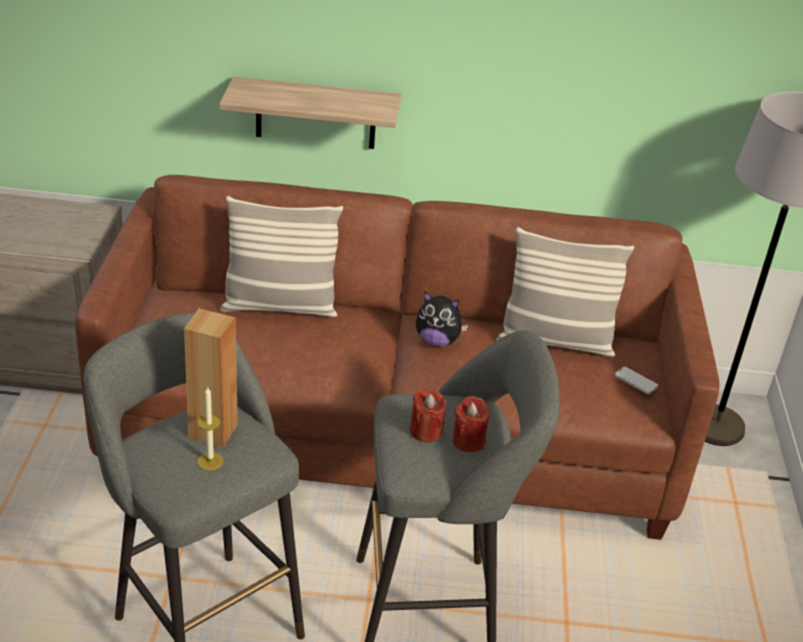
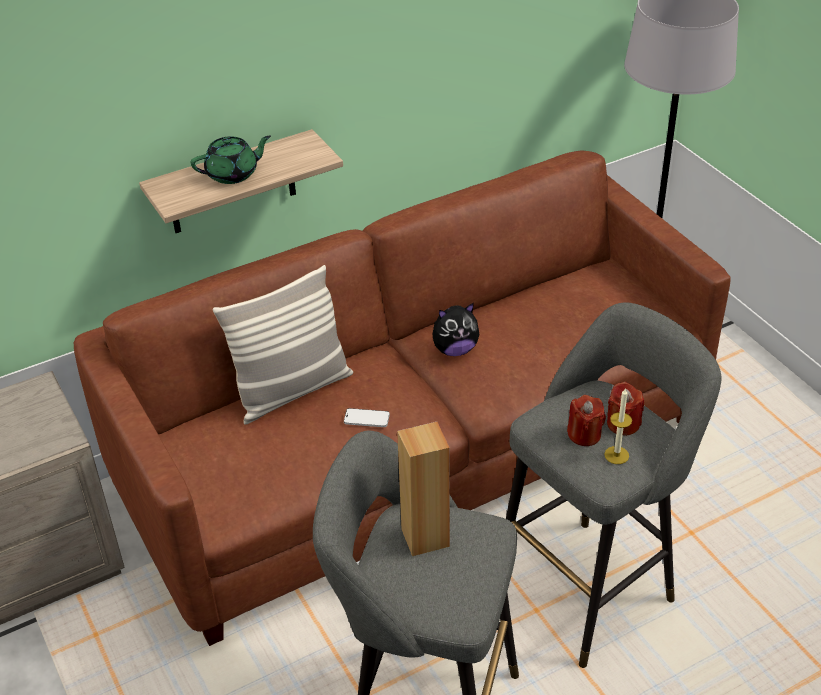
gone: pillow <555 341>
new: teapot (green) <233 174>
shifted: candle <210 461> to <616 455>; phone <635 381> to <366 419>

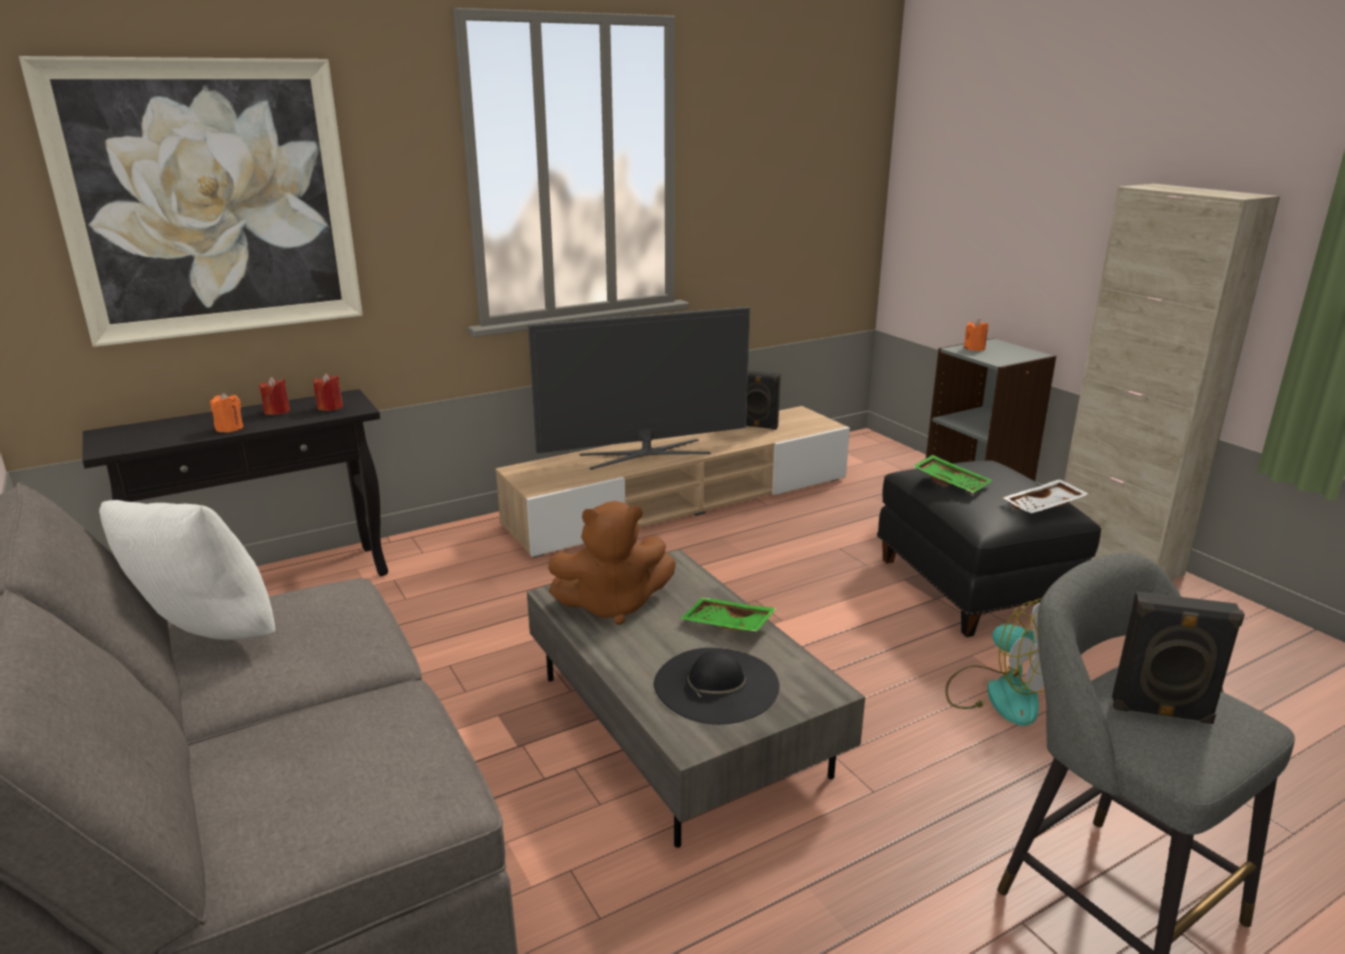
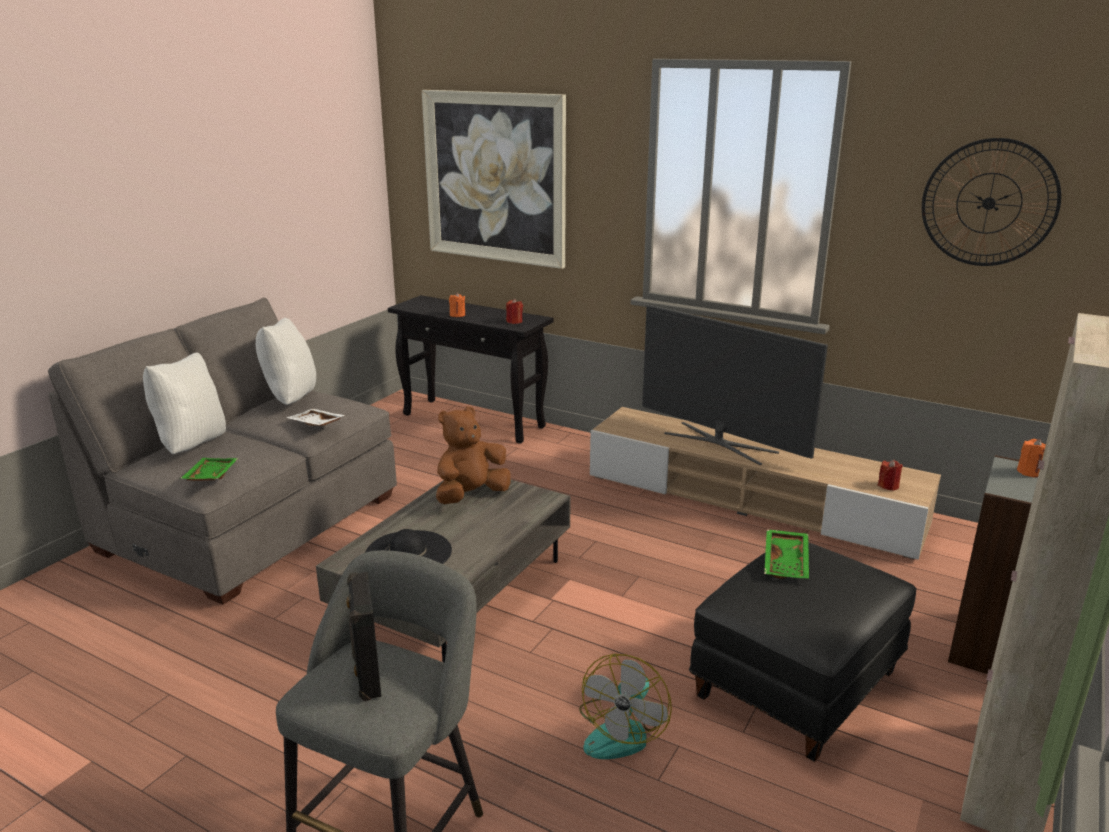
gone: speaker (black) <757 426>
new: pillow (white) <191 444>; wall clock <988 203>
shifted: candle (red) <277 411> to <888 486>; tray (green) <727 625> to <210 476>; tray (white) <1045 506> to <315 424>
rotated: plush toy (brown) <612 605> = <471 495> 90 degrees clockwise

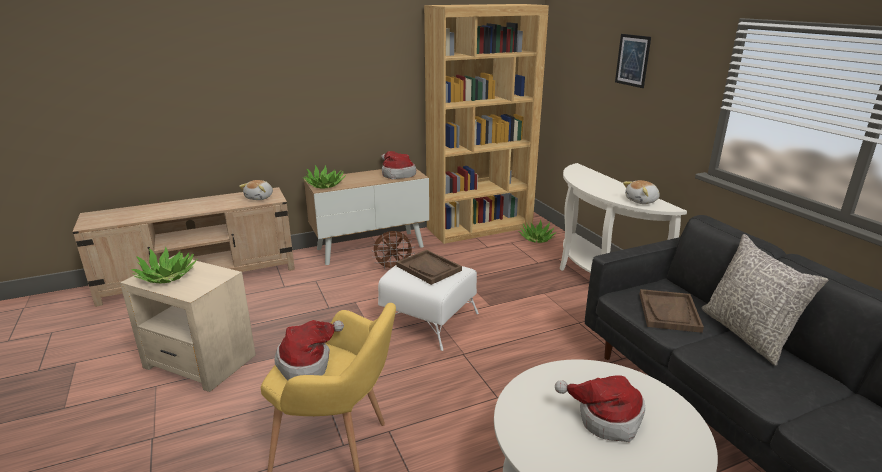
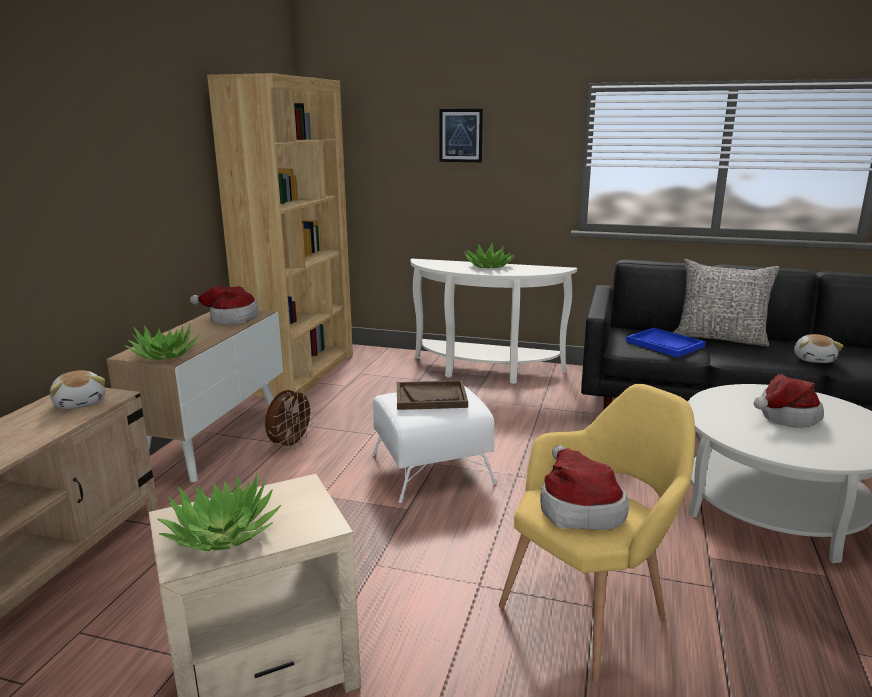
shifted: potted plant <537 239> to <489 266>; plush toy <642 201> to <814 359>
repainted: tray (brown) <669 312> to tray (blue) <665 344>

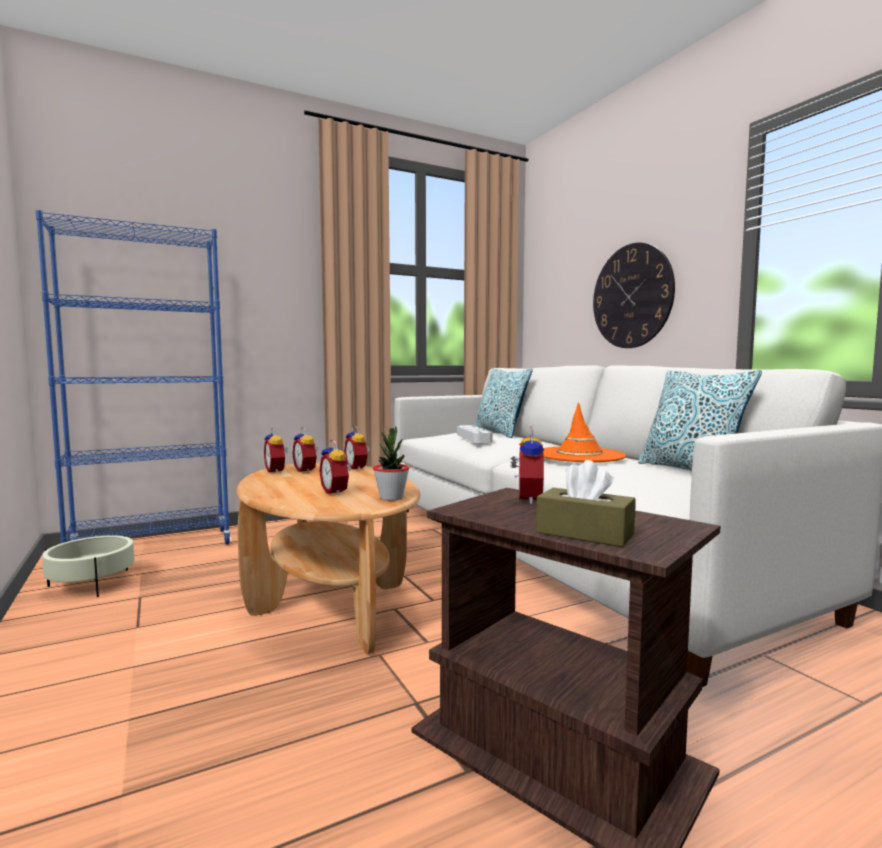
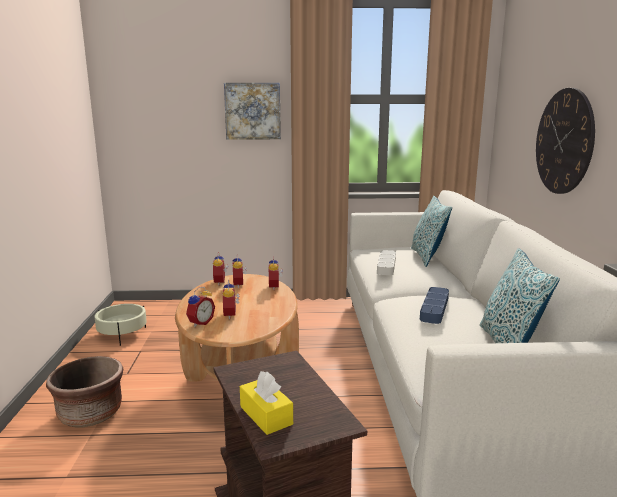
gone: bookcase (blue) <152 547>; potted plant <391 497>
new: planter (brown) <90 414>; picture <253 111>
shifted: alarm clock <526 499> to <200 323>
swapped: hat (orange) <579 455> to tray (blue) <434 308>
repainted: tissue box (brown) <584 533> to tissue box (yellow) <266 415>

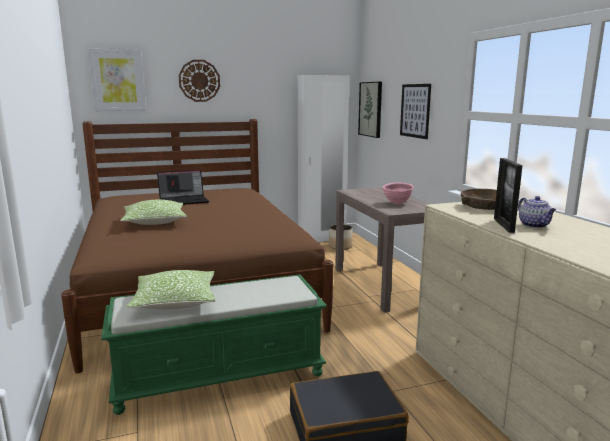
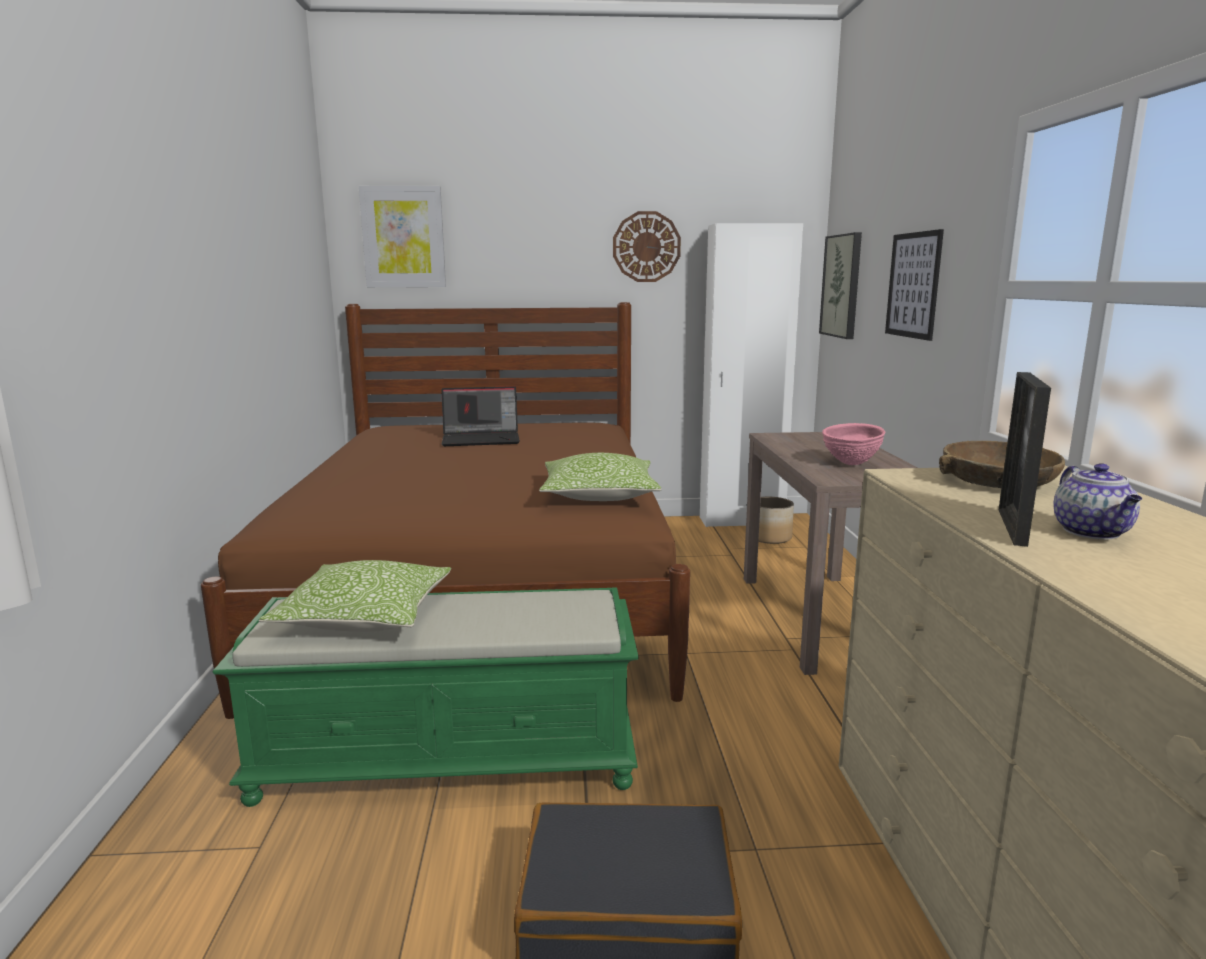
shifted: pillow <155 222> to <599 495>; wall clock <199 81> to <646 247>

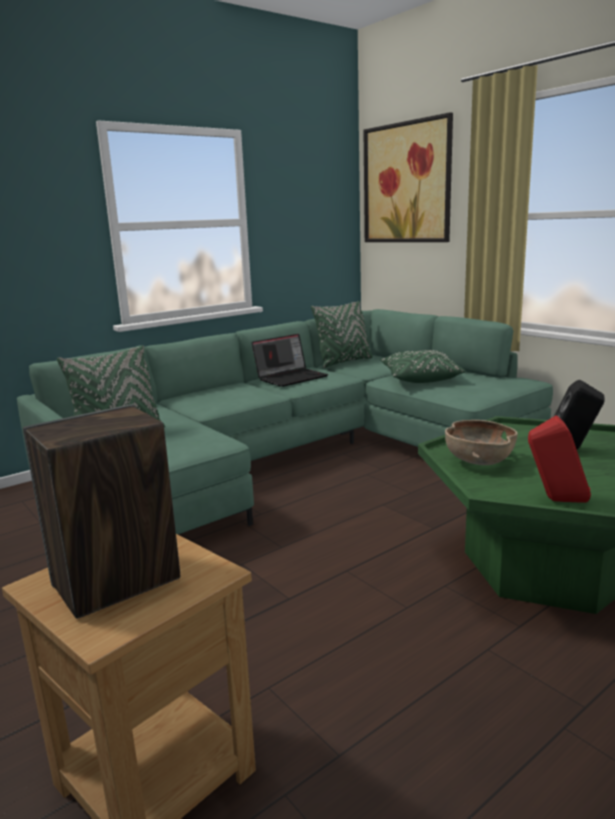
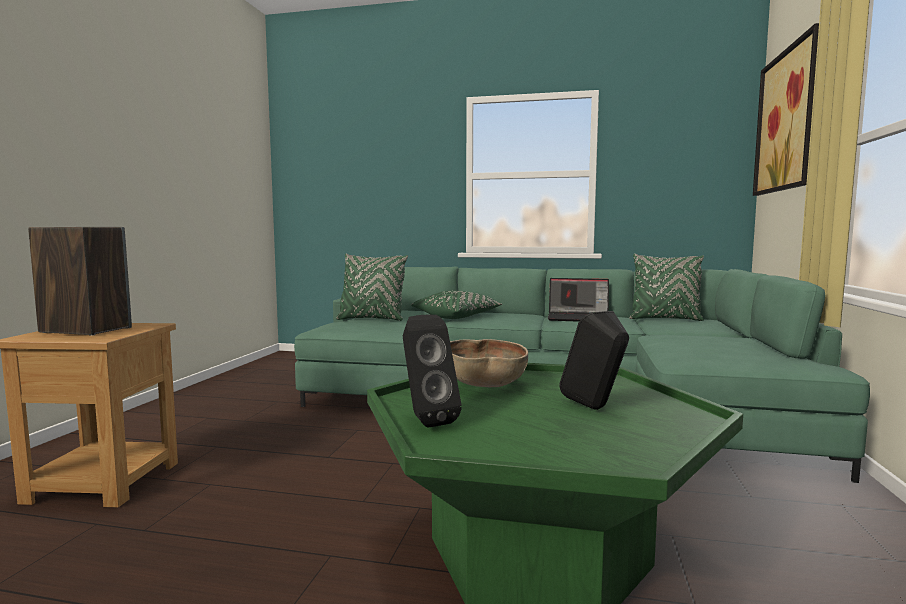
shifted: pillow (green) <419 378> to <457 317>
repainted: speaker (red) <555 500> to speaker (black) <425 421>

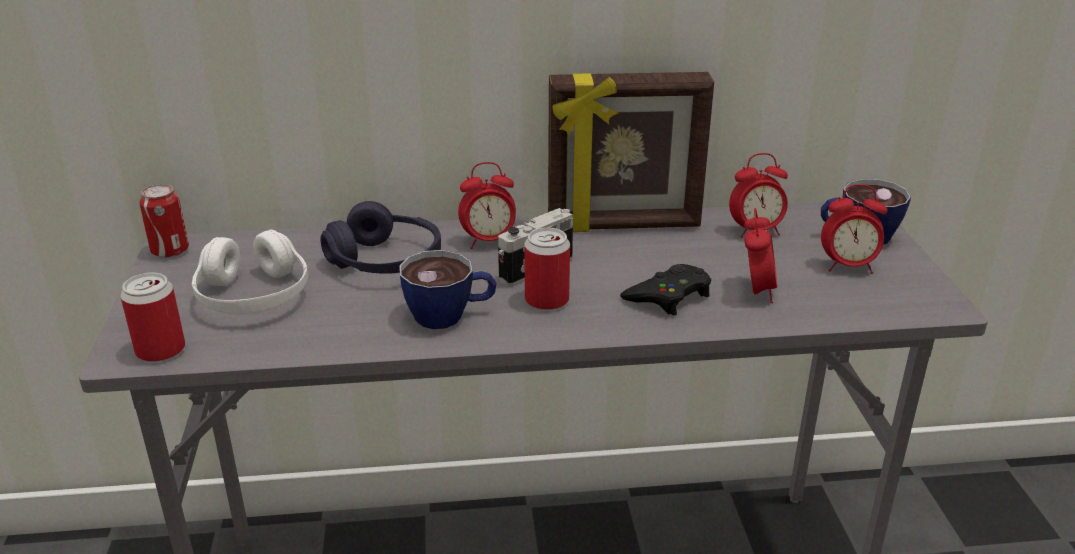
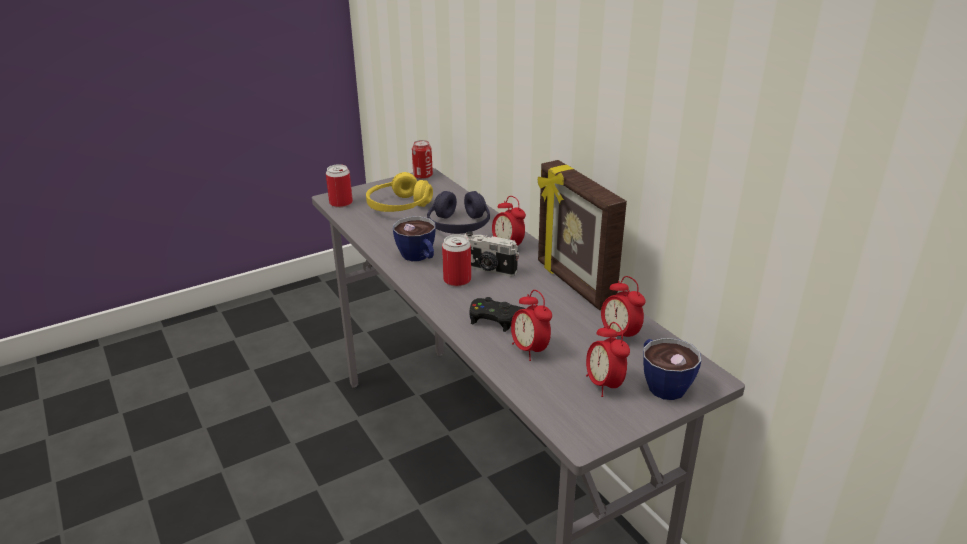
repainted: headphones (white) <254 296> to headphones (yellow) <399 206>
rotated: alarm clock <756 292> = <530 350> 75 degrees clockwise

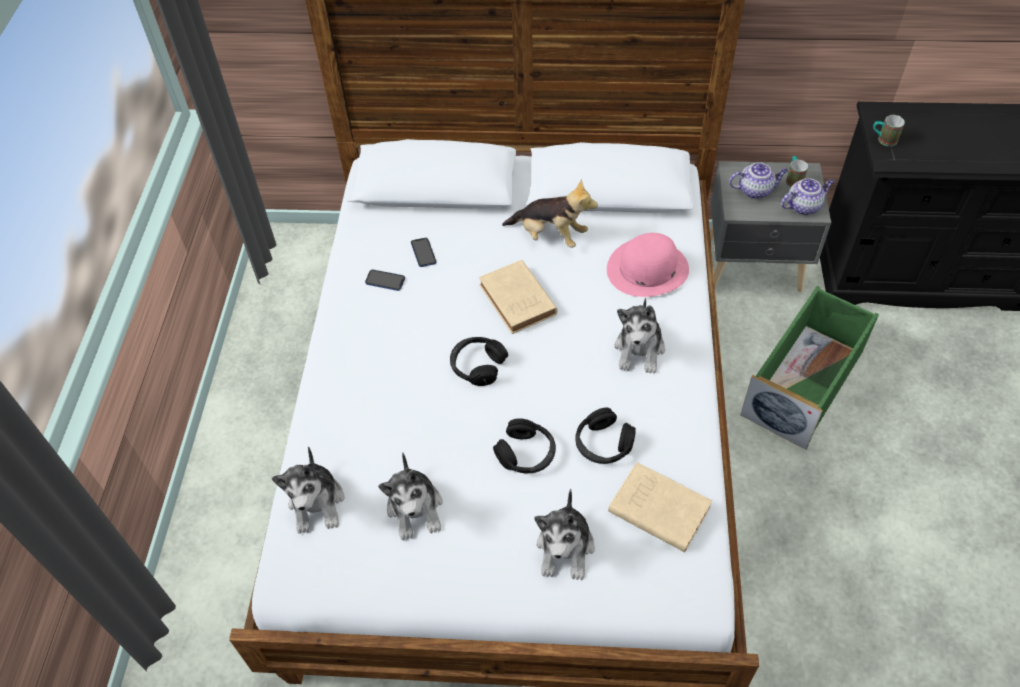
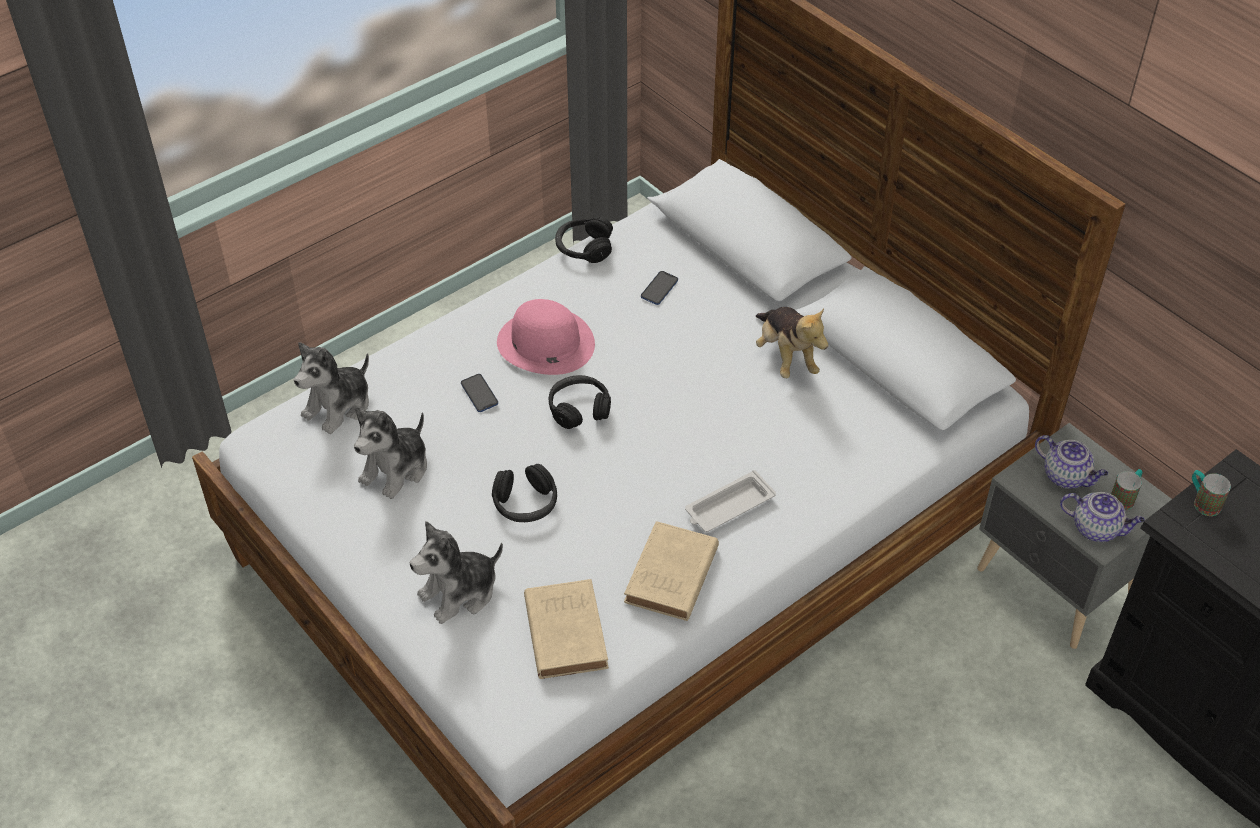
gone: storage box (green) <803 383>
shifted: phone <385 281> to <479 394>; book (beige) <518 301> to <670 577>; headphones (black) <603 444> to <584 247>; hat (pink) <647 269> to <545 343>
swapped: plush toy <639 349> to tray (white) <728 507>

